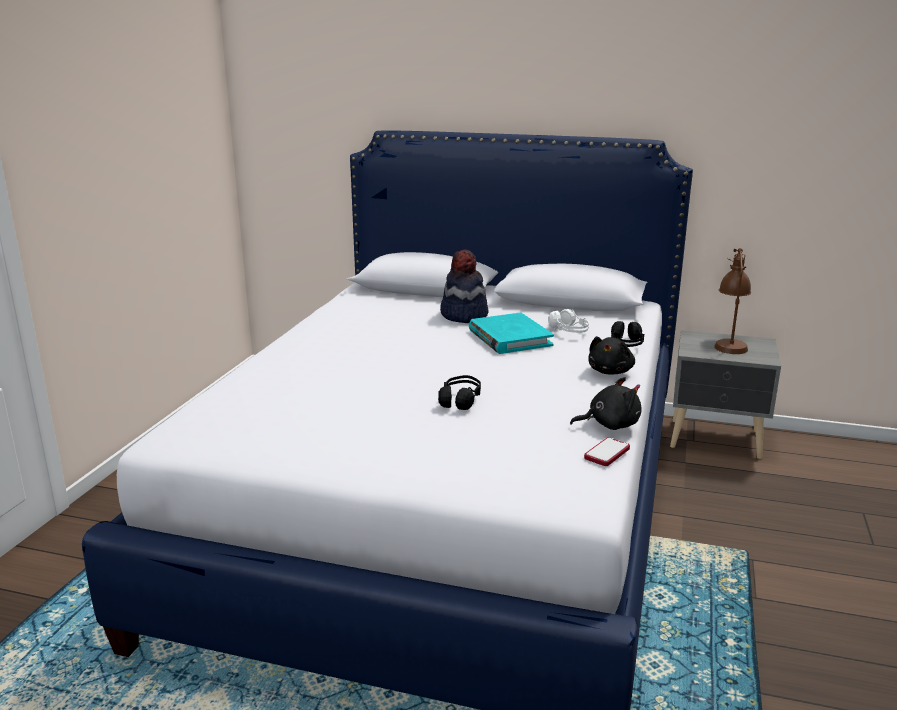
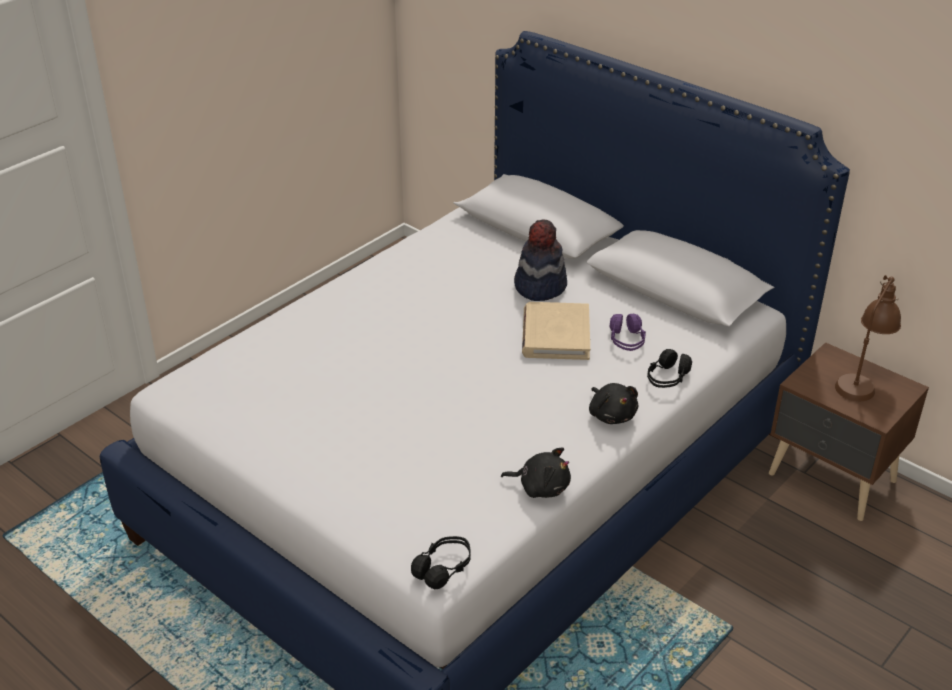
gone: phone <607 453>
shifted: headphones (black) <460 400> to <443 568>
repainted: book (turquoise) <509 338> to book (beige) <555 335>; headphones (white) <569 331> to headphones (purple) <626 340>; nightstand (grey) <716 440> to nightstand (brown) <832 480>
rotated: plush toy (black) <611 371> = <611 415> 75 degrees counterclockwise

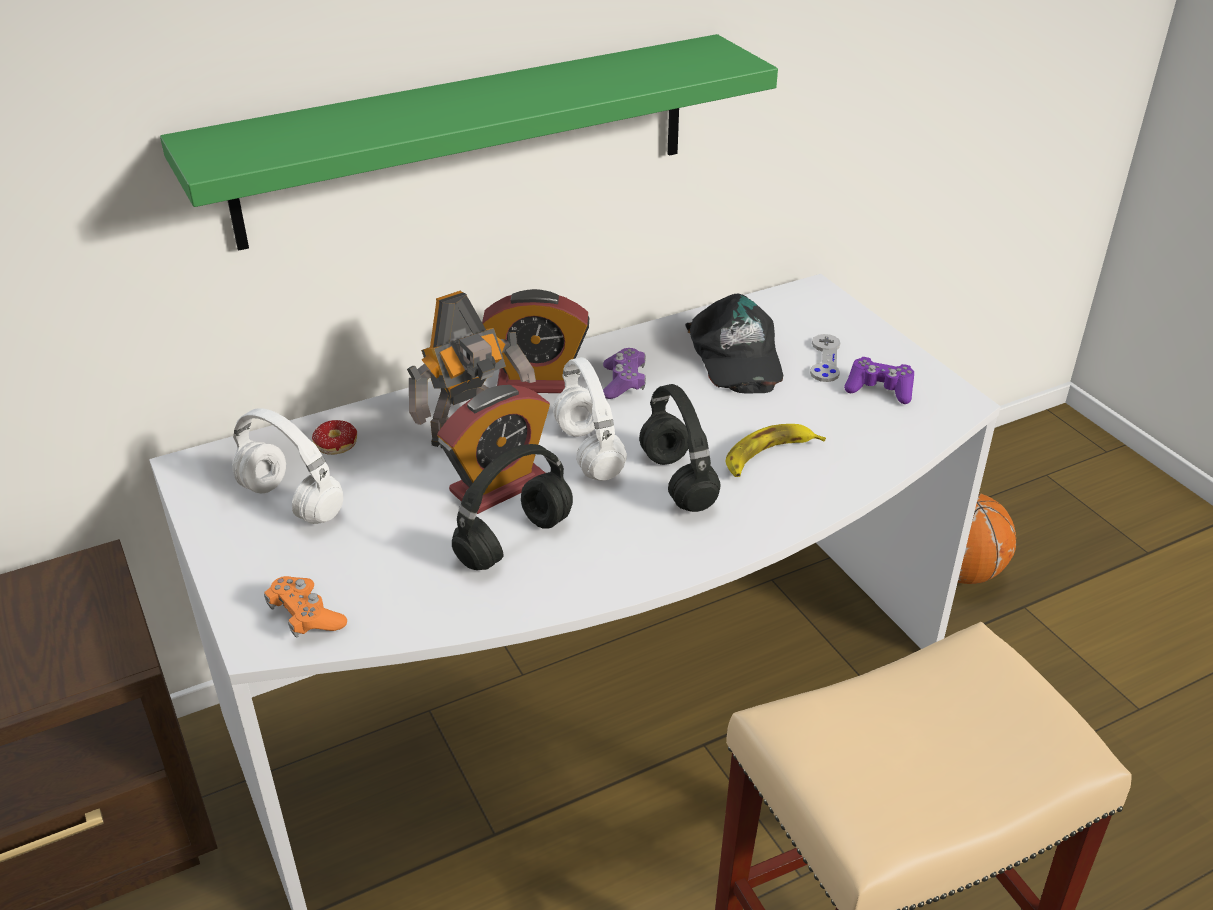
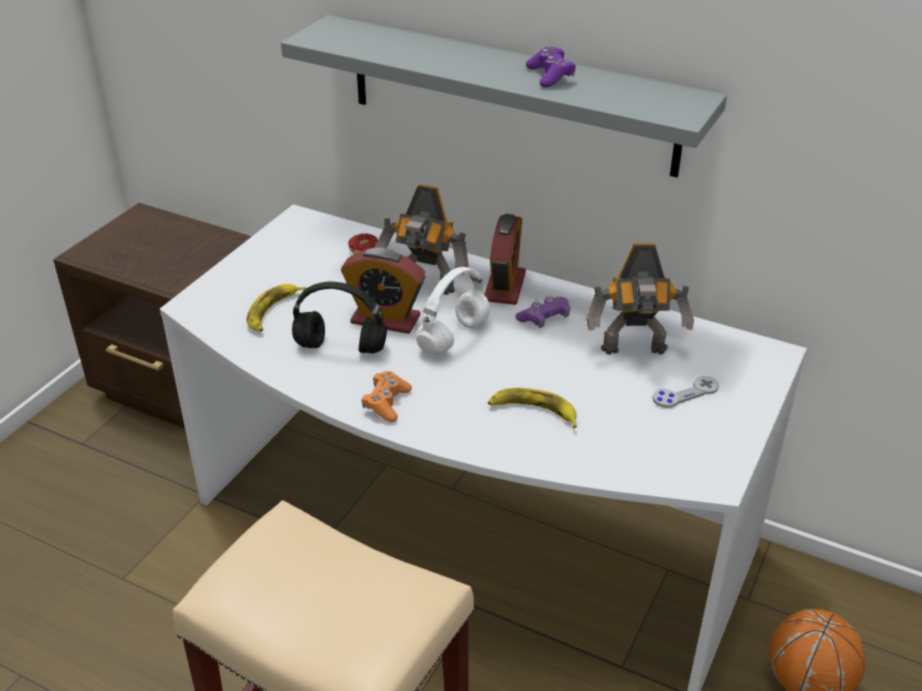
gone: headphones (white) <293 502>; headphones (black) <679 482>
new: banana <273 312>
shifted: game controller (orange) <306 616> to <386 403>; game controller (purple) <879 389> to <550 76>
swapped: cap (black) <735 356> to toy robot <635 351>
repainted: shelf (green) <467 140> to shelf (grey) <511 95>
rotated: alarm clock <538 381> = <504 286> 135 degrees counterclockwise

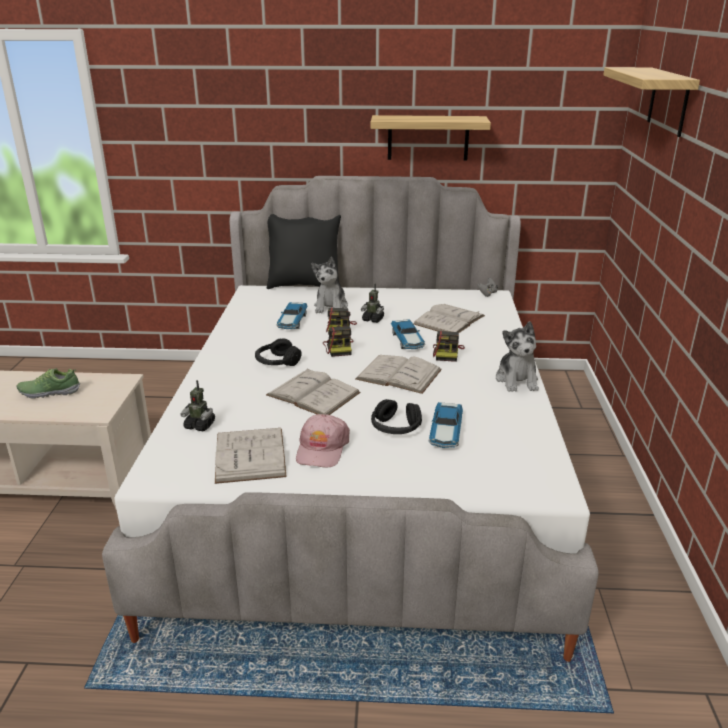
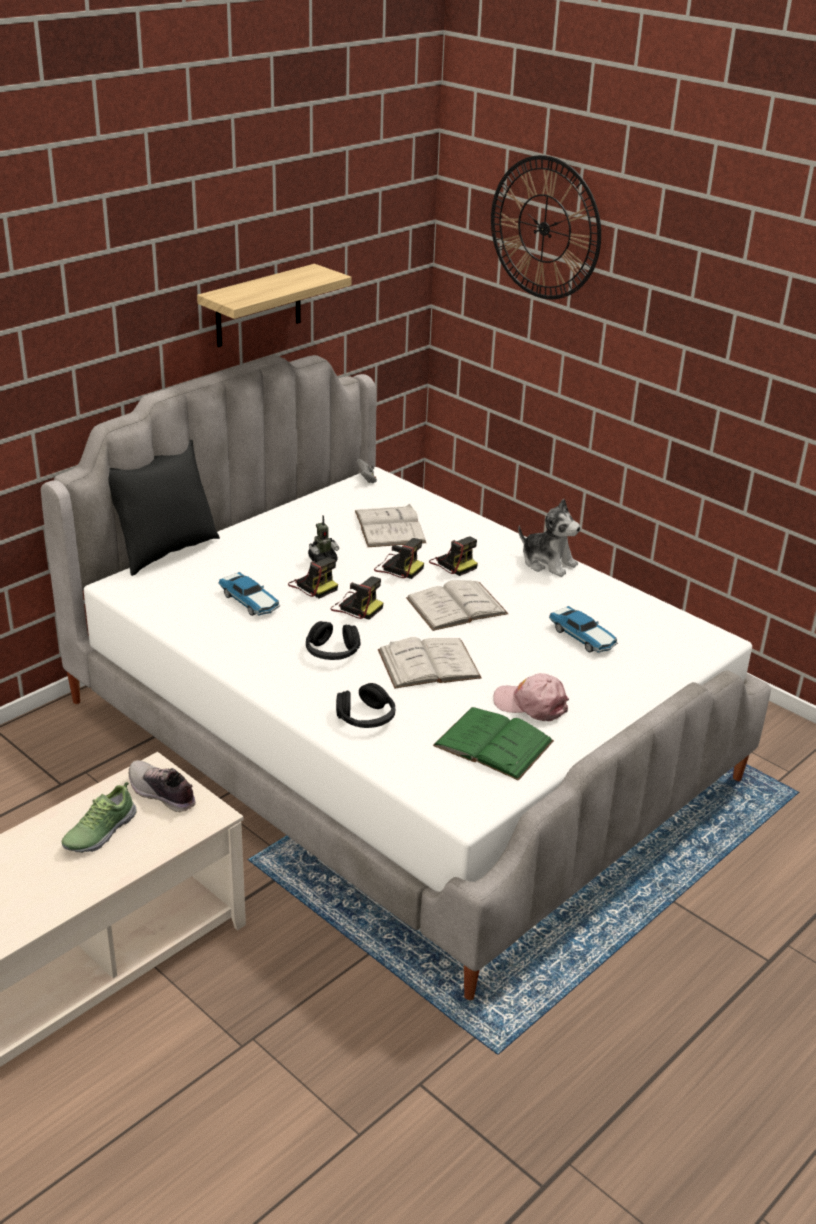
gone: toy robot <200 425>; plush toy <331 306>
new: shoe <161 794>
shifted: headphones (black) <395 427> to <366 718>
swapped: toy car <407 340> to photo camera <398 568>; shelf <668 101> to wall clock <544 228>
repainted: book (white) <250 455> to book (green) <493 743>
rotated: cap (pink) <322 448> = <531 704> 150 degrees clockwise

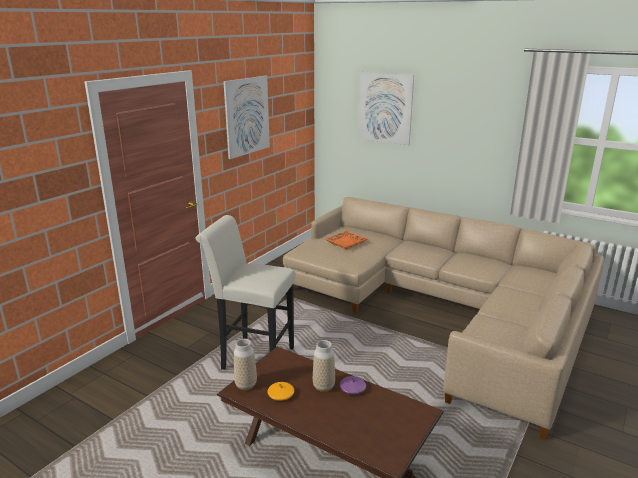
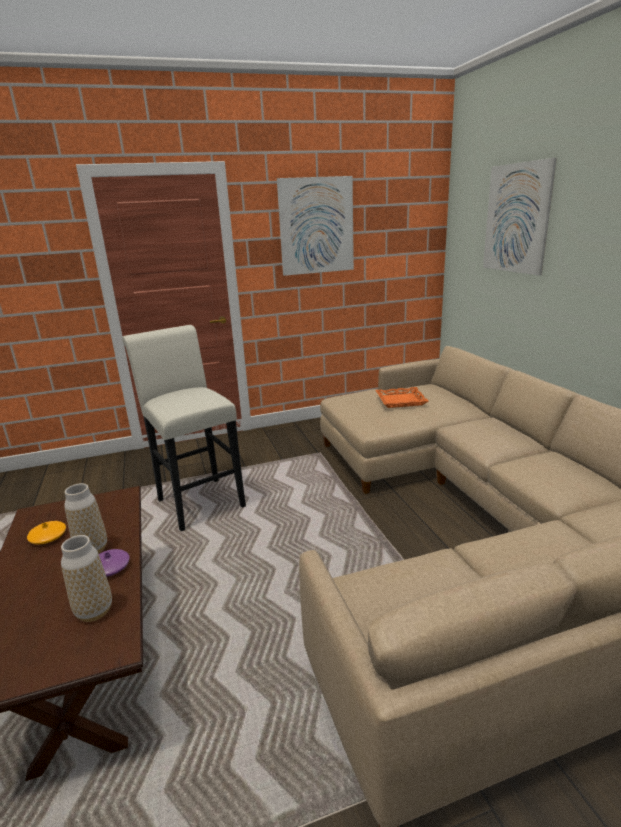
shifted: vase <246 385> to <94 611>

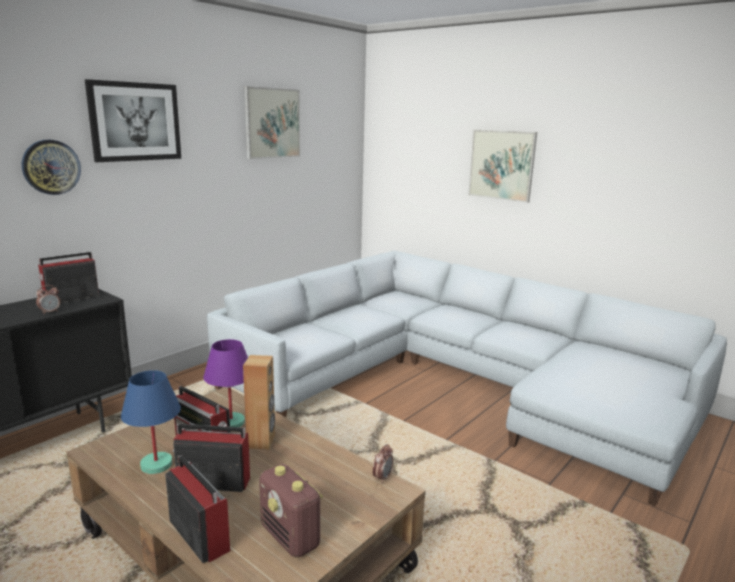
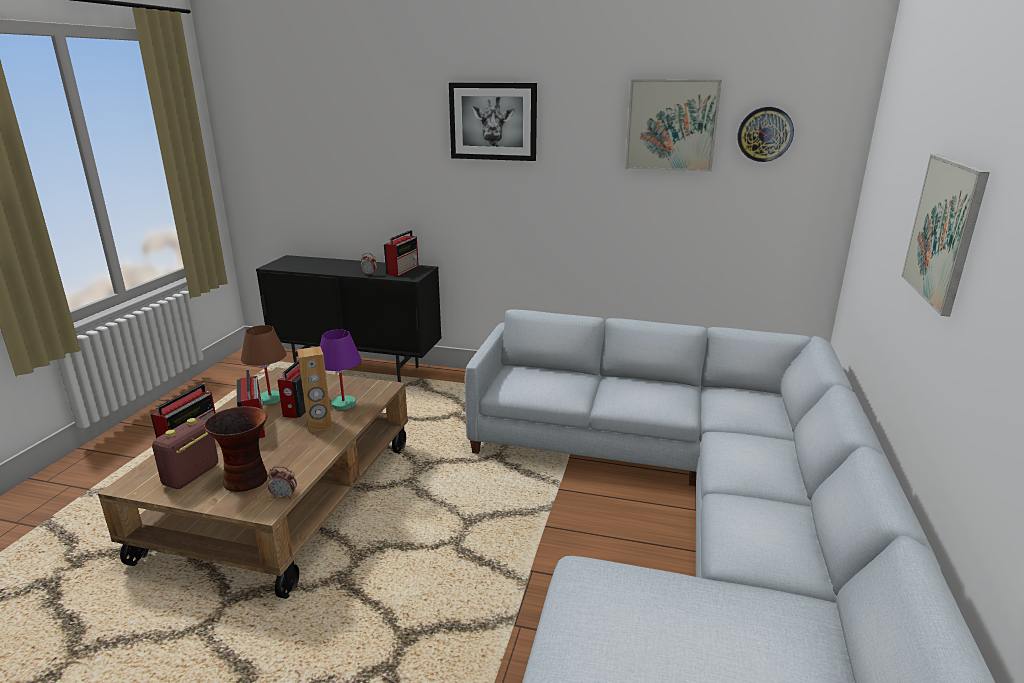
new: vase <247 479>
shifted: wall clock <51 167> to <765 134>
repainted: table lamp (blue) <157 464> to table lamp (brown) <271 399>
rotated: radio <70 298> = <403 270> 90 degrees clockwise

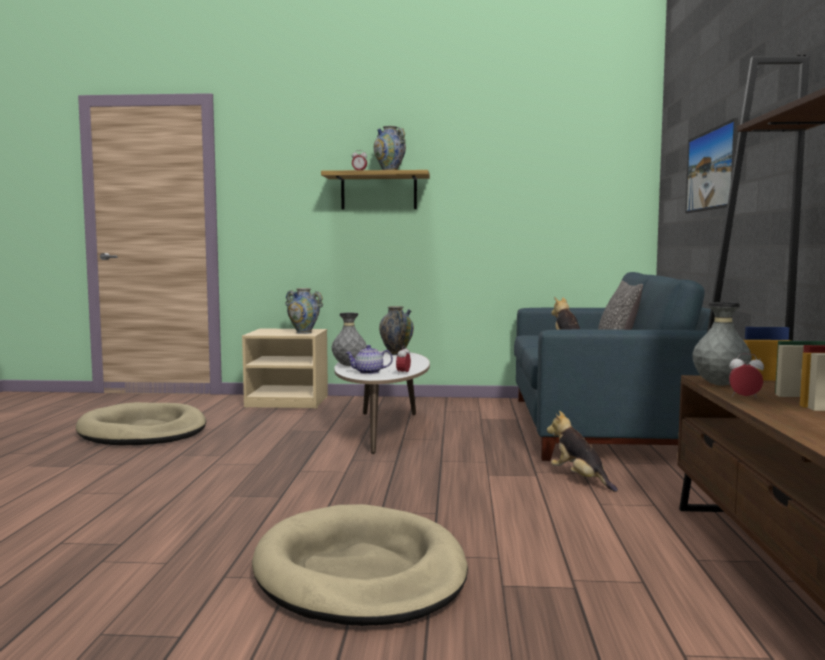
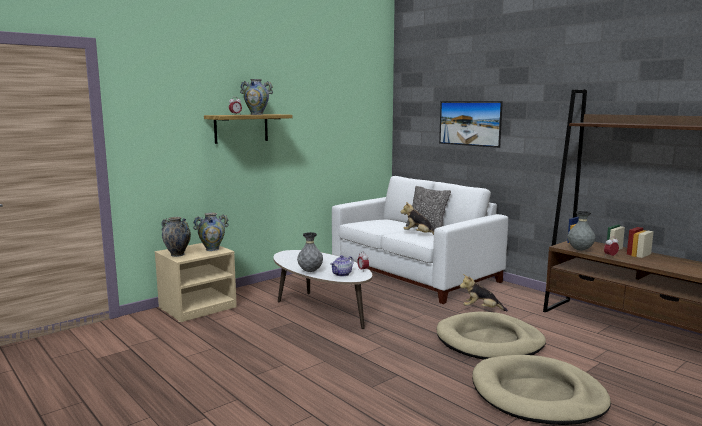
shifted: dog bed (beige) <143 431> to <489 341>; vase <396 353> to <177 254>
repainted: sofa (blue) <601 427> to sofa (white) <414 274>

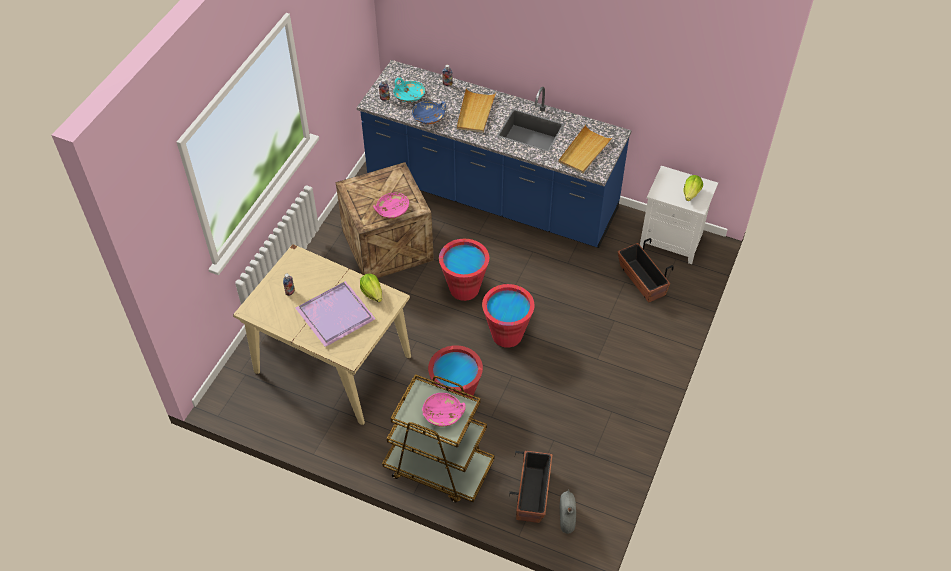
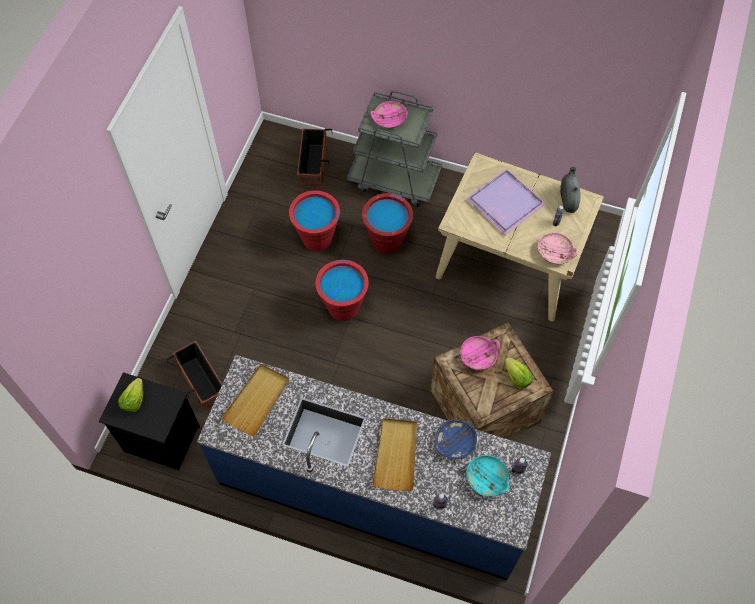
new: bowl (pink) <555 252>
shifted: lettuce <372 293> to <517 377>; bucket (red) <464 289> to <317 238>; vase (grey) <566 518> to <568 200>
repainted: cart (brown) <438 468> to cart (grey) <394 179>; nightstand (white) <673 240> to nightstand (black) <160 439>

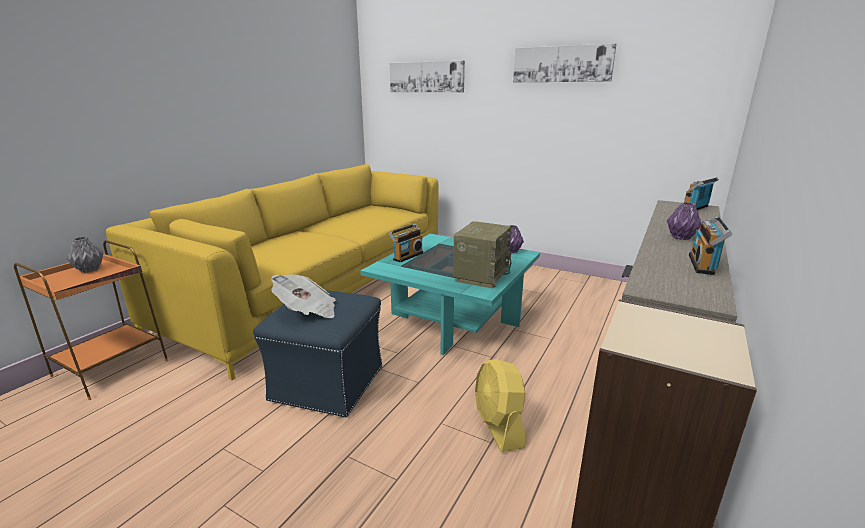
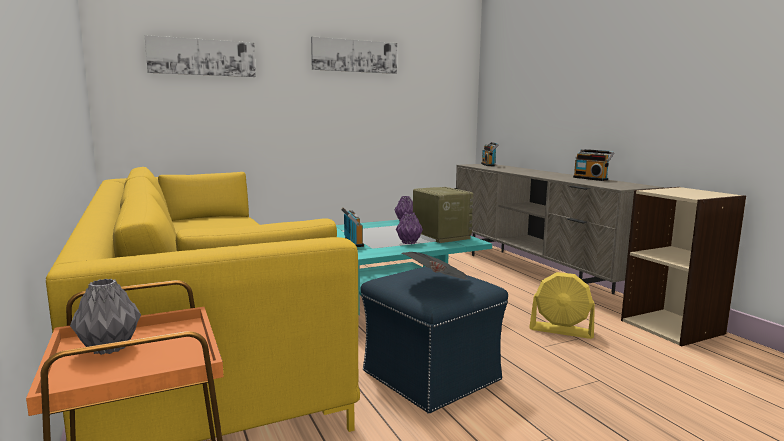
shifted: vase (purple) <680 237> to <409 242>

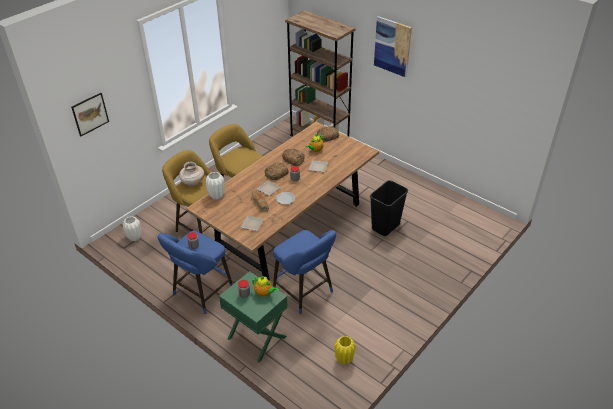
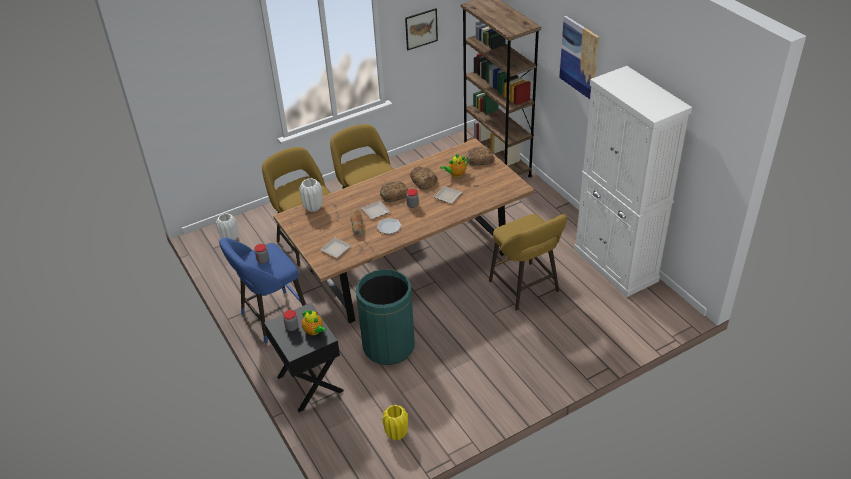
gone: vase (beige) <192 182>
new: cabinet (white) <615 265>
shifted: picture <90 114> to <421 29>
swapped: stool (blue) <305 293> to trash can (green) <388 346>; trash can (black) <385 227> to stool (yellow) <526 289>
repainted: nightstand (green) <256 338> to nightstand (black) <309 384>

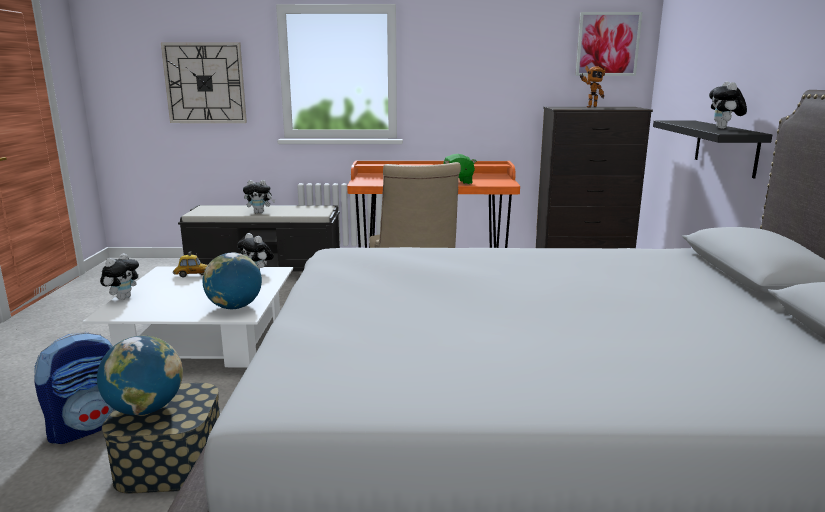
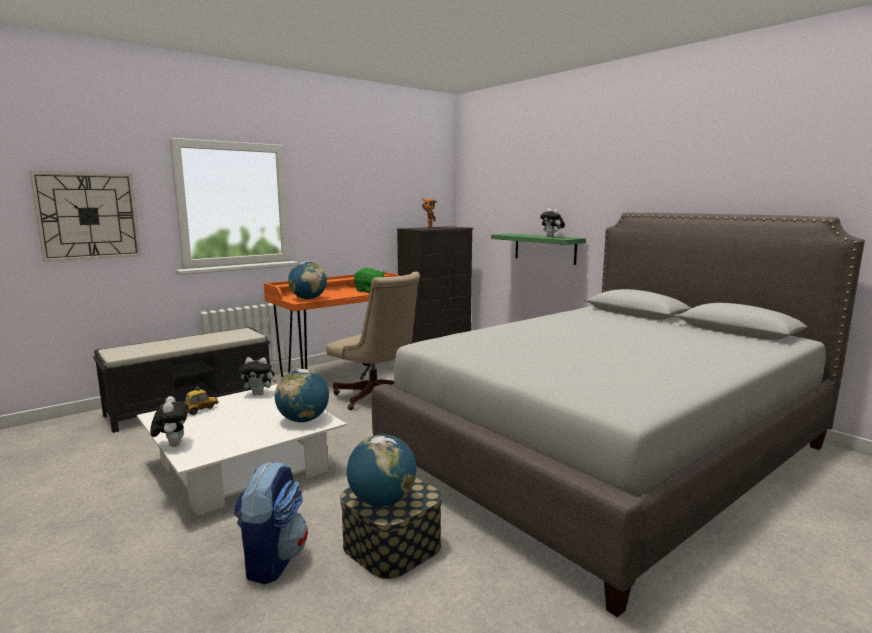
gone: plush toy <260 212>; picture <607 44>
new: globe <308 298>
repainted: shelf (black) <725 147> to shelf (green) <545 248>

